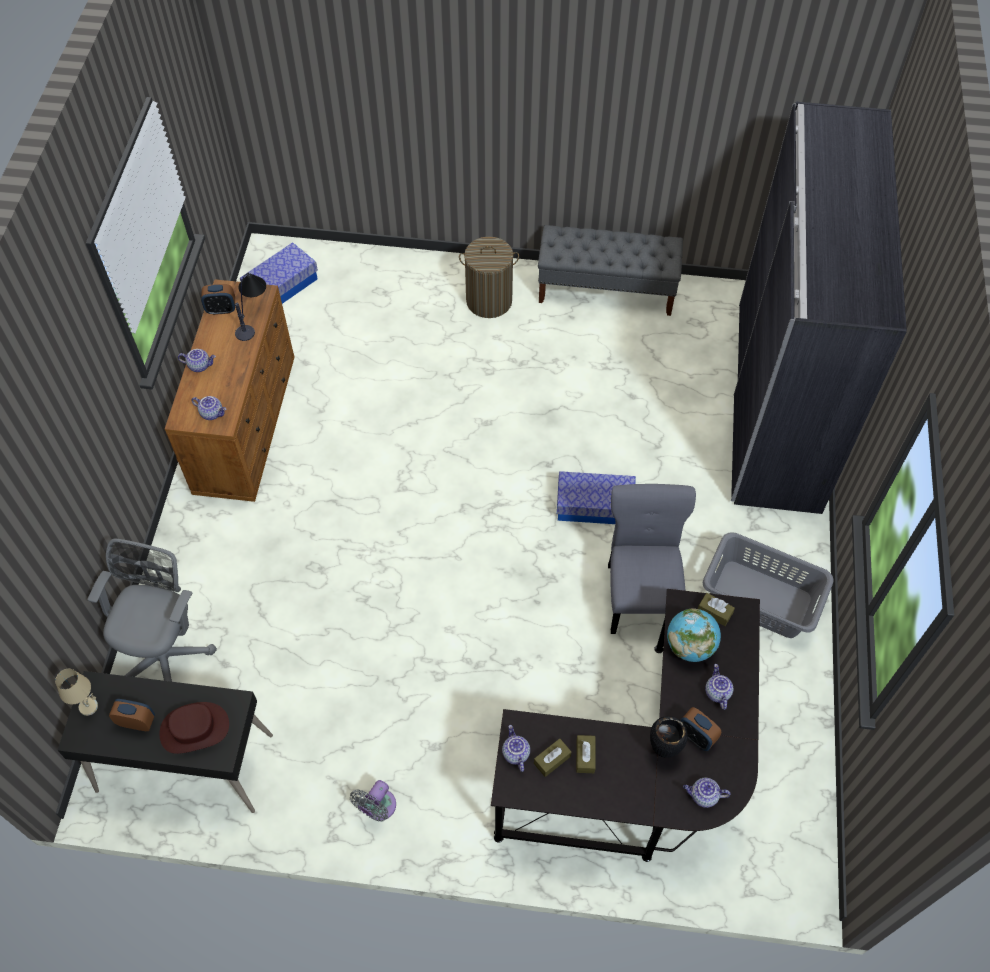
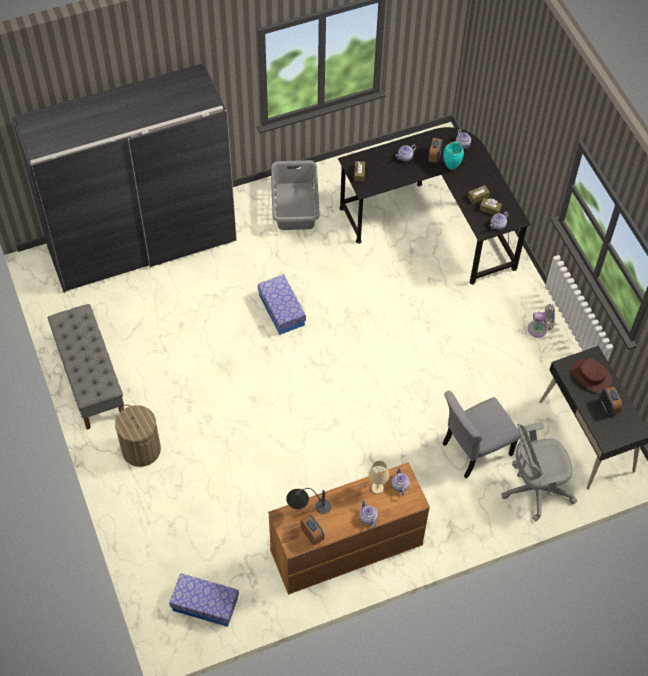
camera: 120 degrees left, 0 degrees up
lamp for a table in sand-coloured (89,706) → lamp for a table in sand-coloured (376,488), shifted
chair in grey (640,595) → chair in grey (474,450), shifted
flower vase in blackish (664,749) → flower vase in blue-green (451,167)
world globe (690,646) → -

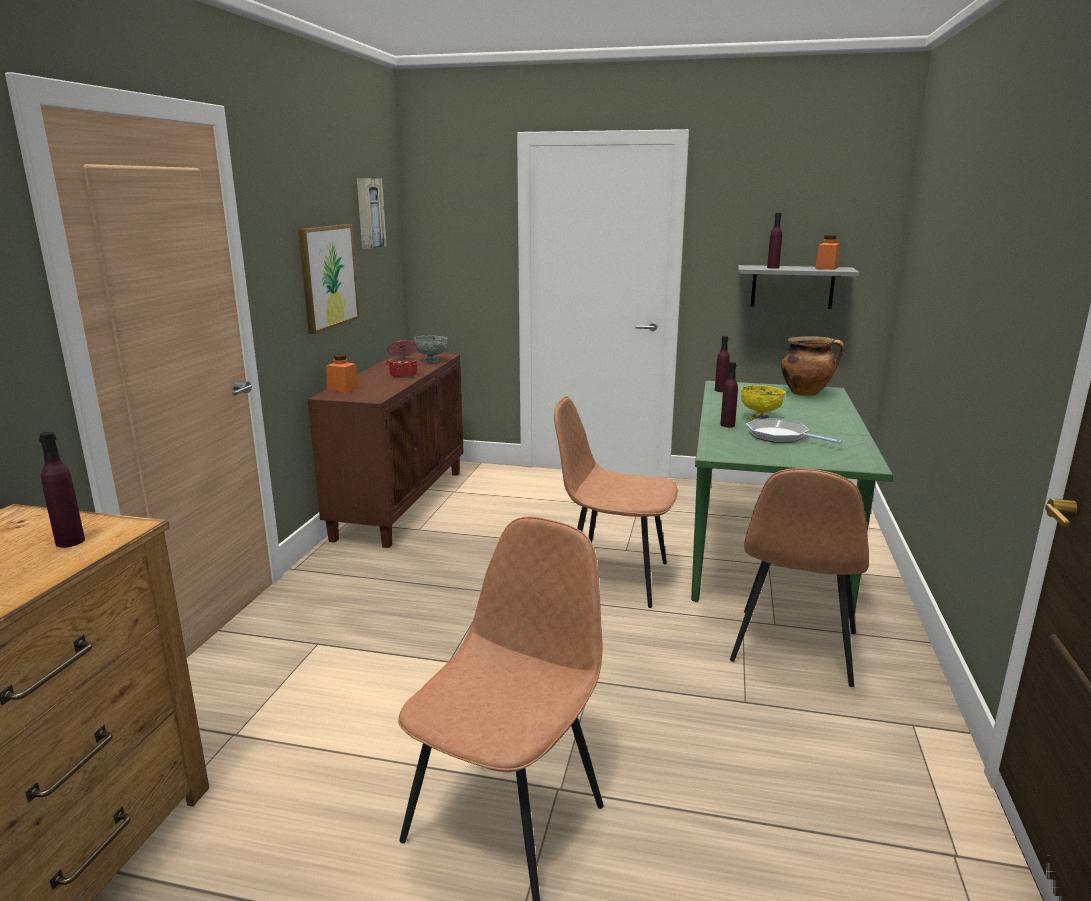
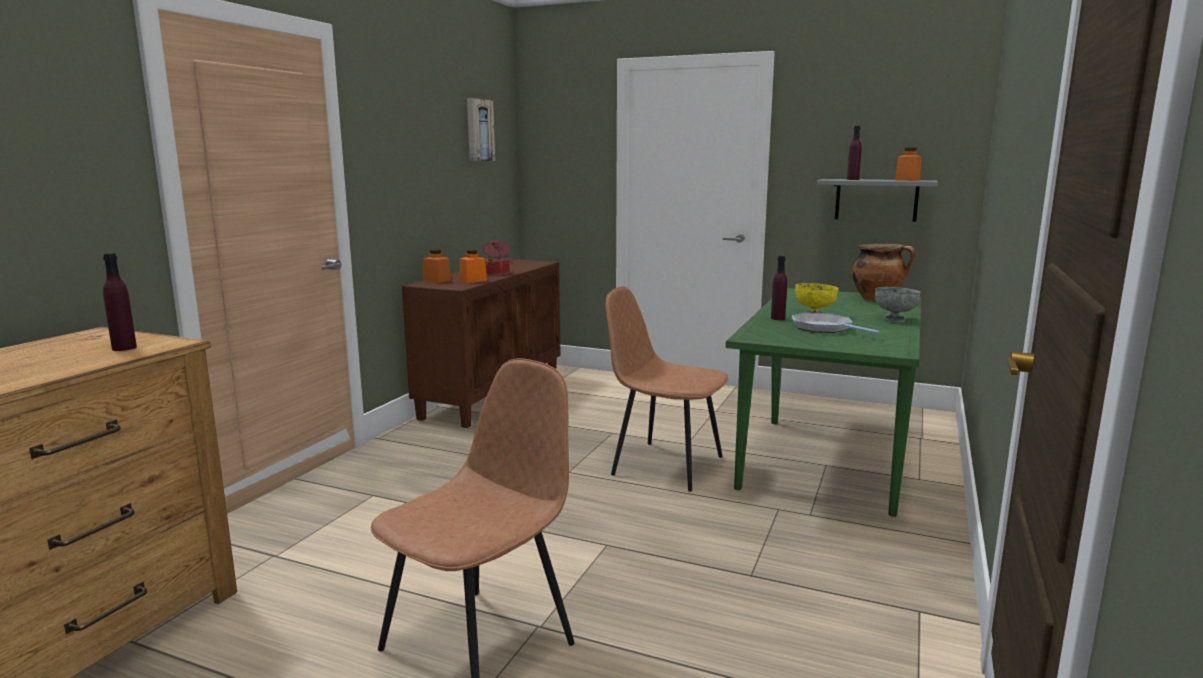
camera: 10 degrees right, 5 degrees down
- → storage jar in orange-coloured (473,281)
bowl in grey (431,361) → bowl in grey (894,320), shifted
wall picture (328,276) → -
beverage bottle in purplish (720,390) → -
chair in brown (793,648) → -

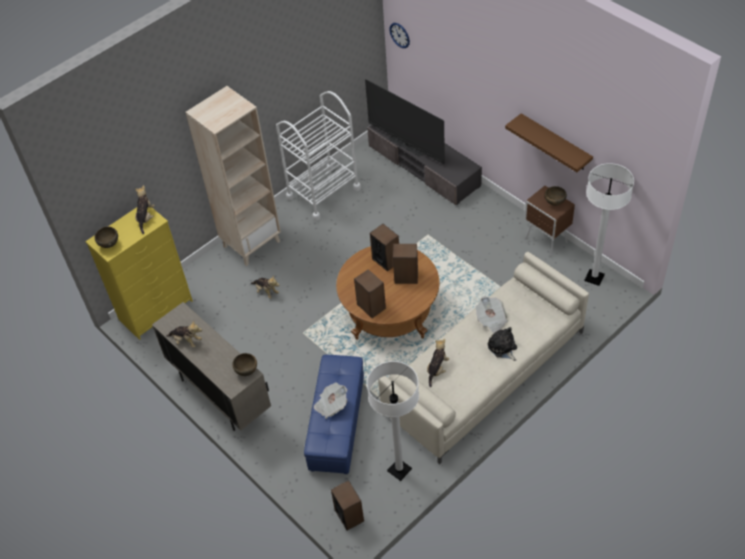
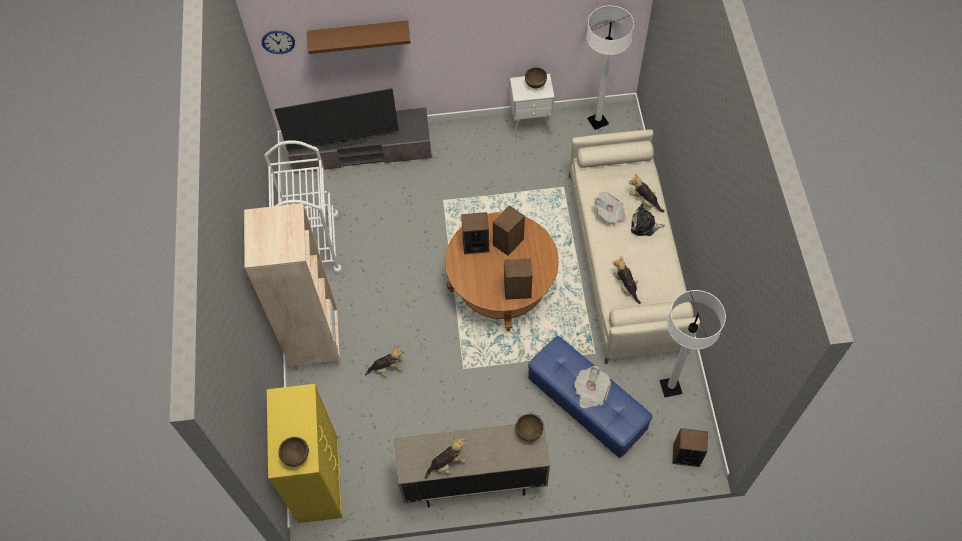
camera: 55 degrees left, 10 degrees up
wall shelf in brown (555,143) → wall shelf in brown (359,34), shifted
nightstand in brown (546,241) → nightstand in white-coloured (531,125)
soft toy (146,218) → soft toy (644,201), shifted

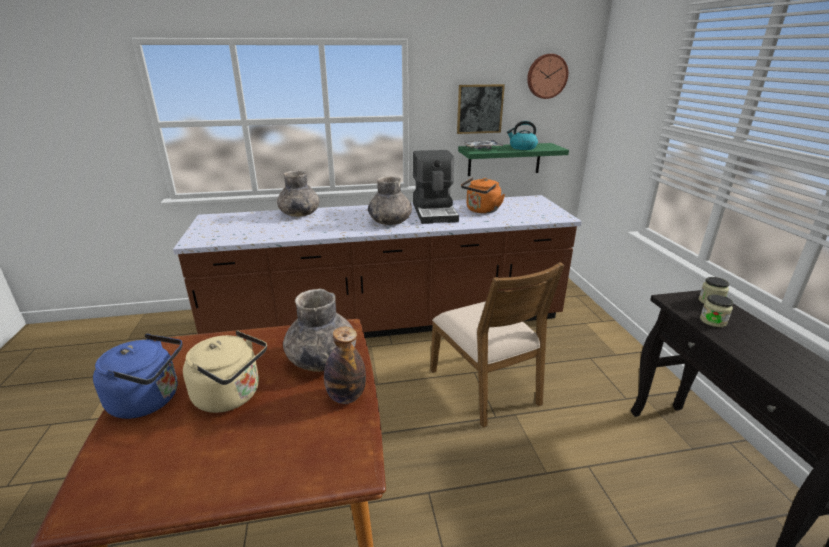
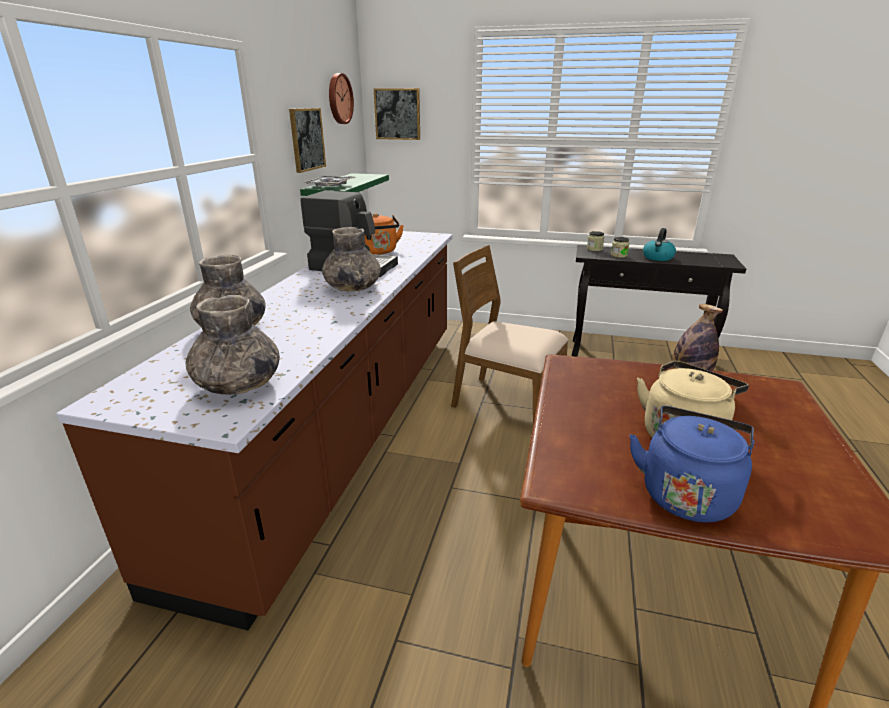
camera: 65 degrees left, 0 degrees up
flower vase in grey (321,359) → flower vase in grey (238,385), shifted
- → wall picture (397,114)
chair in brown (486,386) → chair in brown (506,402), 150 degrees counterclockwise
water kettle (522,148) → water kettle (658,258), shifted

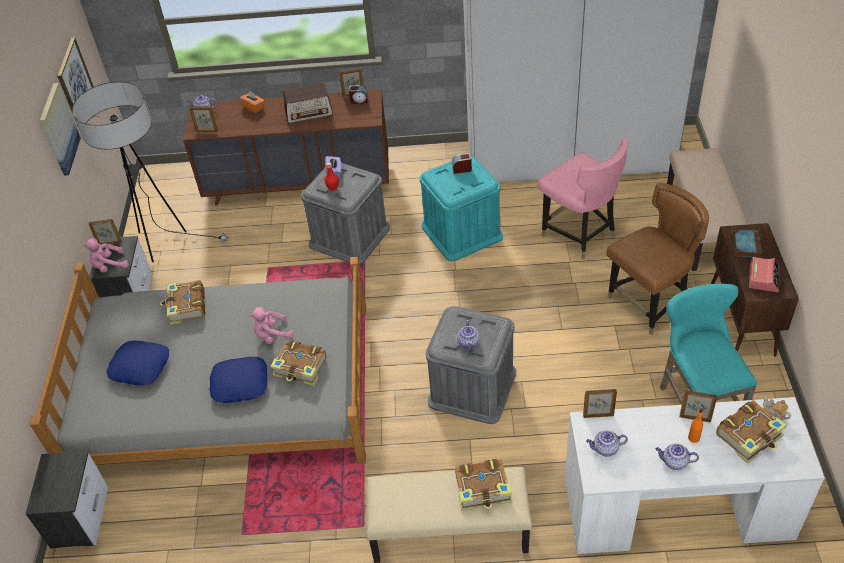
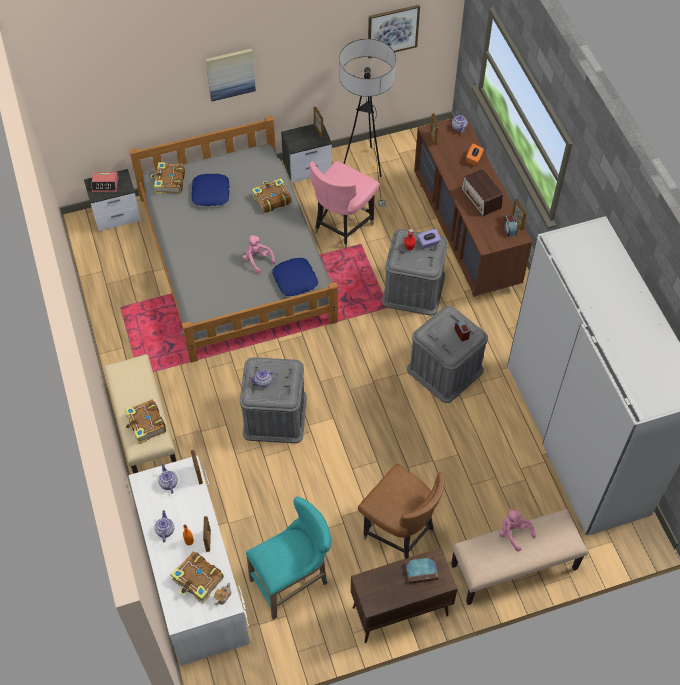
camera: 70 degrees right, 10 degrees up
alarm clock (764,278) → alarm clock (105,184), shifted
volume (301,368) → volume (169,182), shifted
wall picture (58,129) → wall picture (230,74), shifted
pillow in bluish (240,383) → pillow in bluish (295,280), shifted
chair in pinkish (579,234) → chair in pinkish (342,226), shifted
storage box in blue-green (461,231) → storage box in grey (445,369)
soft toy in pinkish (109,266) → soft toy in pinkish (513,533), shifted

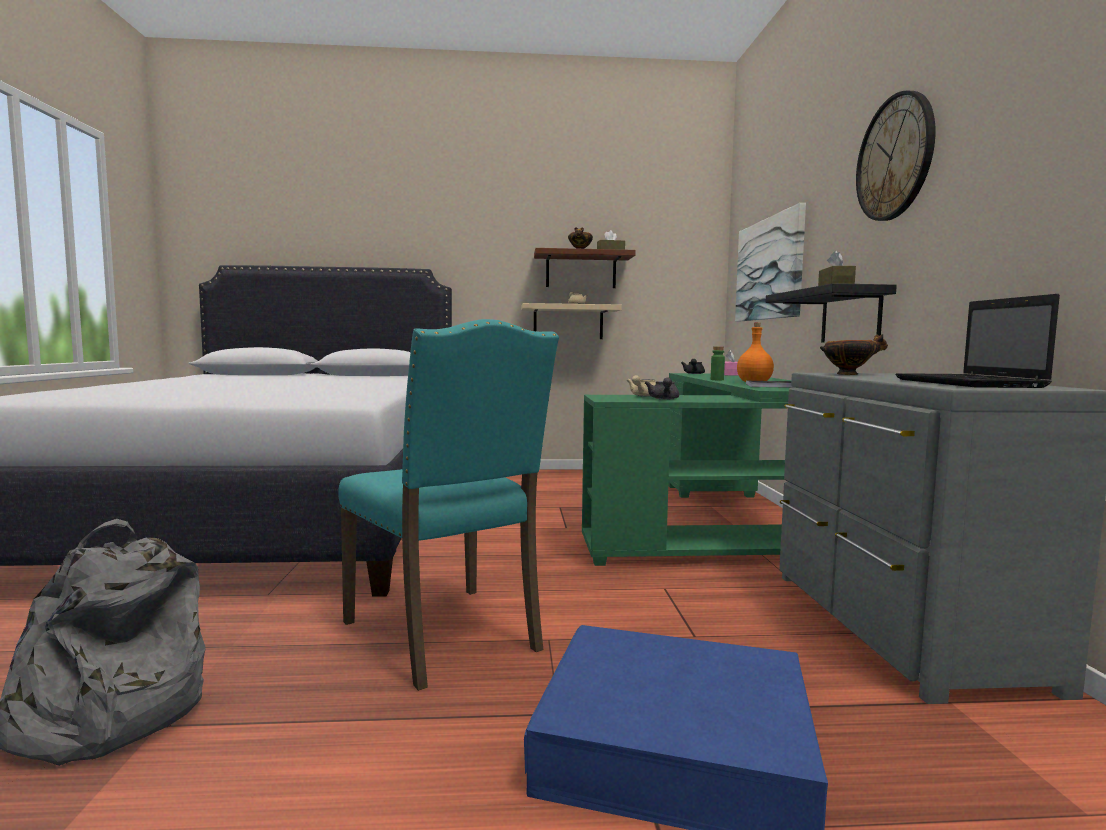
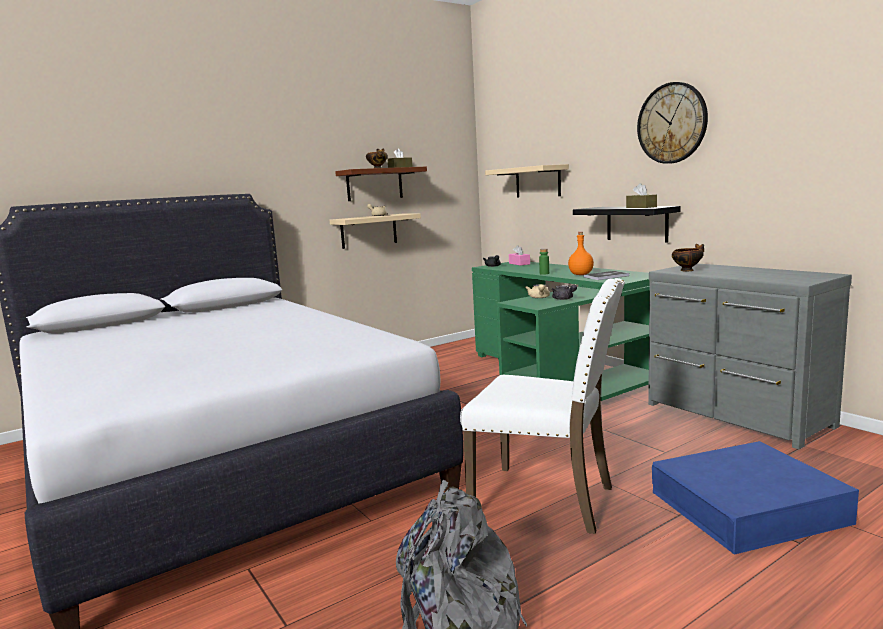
camera: 30 degrees left, 5 degrees up
chair in blue-green (446,636) → chair in white-coloured (547,500)
wall picture (769,269) → wall shelf in sand-coloured (538,181)
laptop (970,383) → -

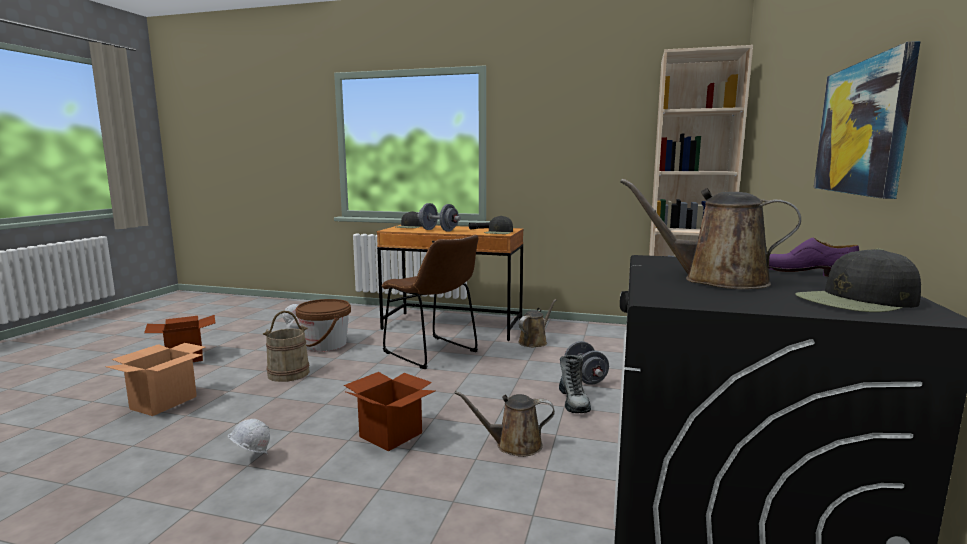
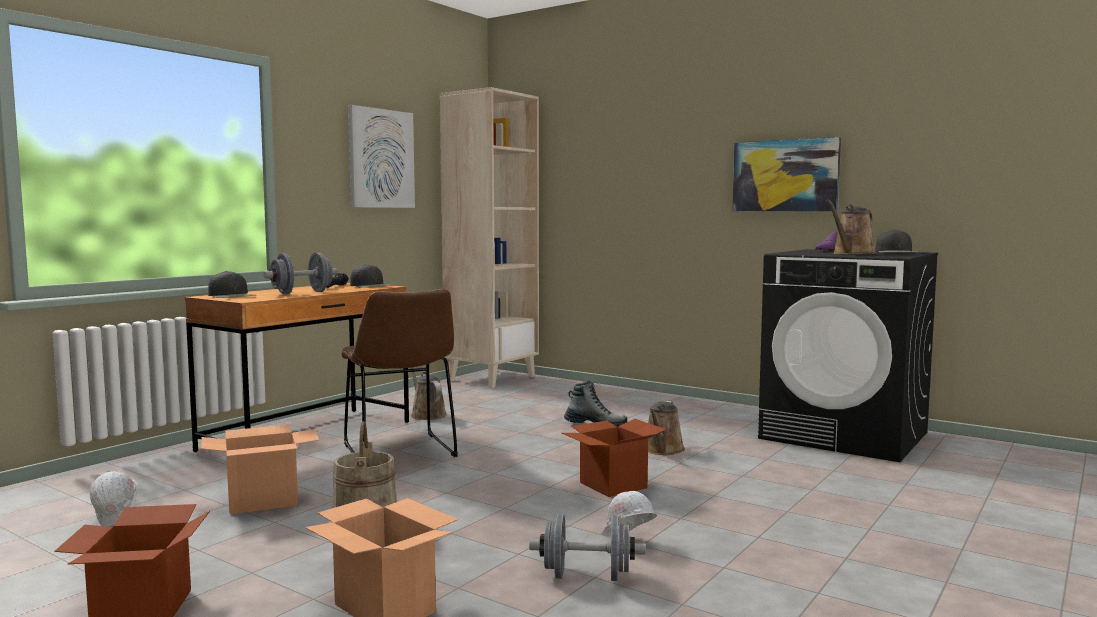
camera: 70 degrees left, 5 degrees down
bucket in brown (325,345) → packing box (263,502)
chair in brown (433,353) → chair in brown (401,453), 90 degrees clockwise
- → wall picture (381,158)
dumbbell in grey (585,378) → dumbbell in grey (587,576), shifted

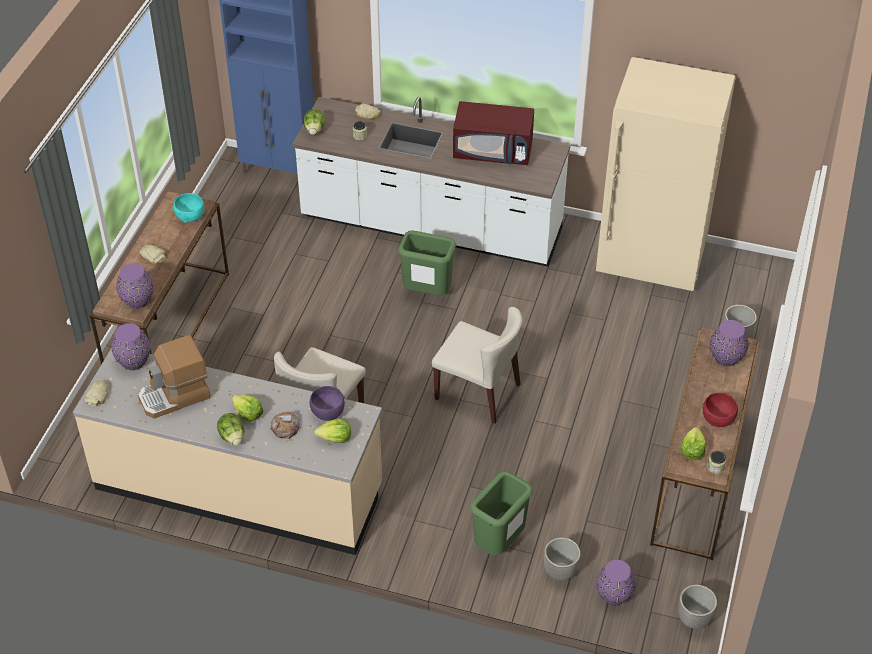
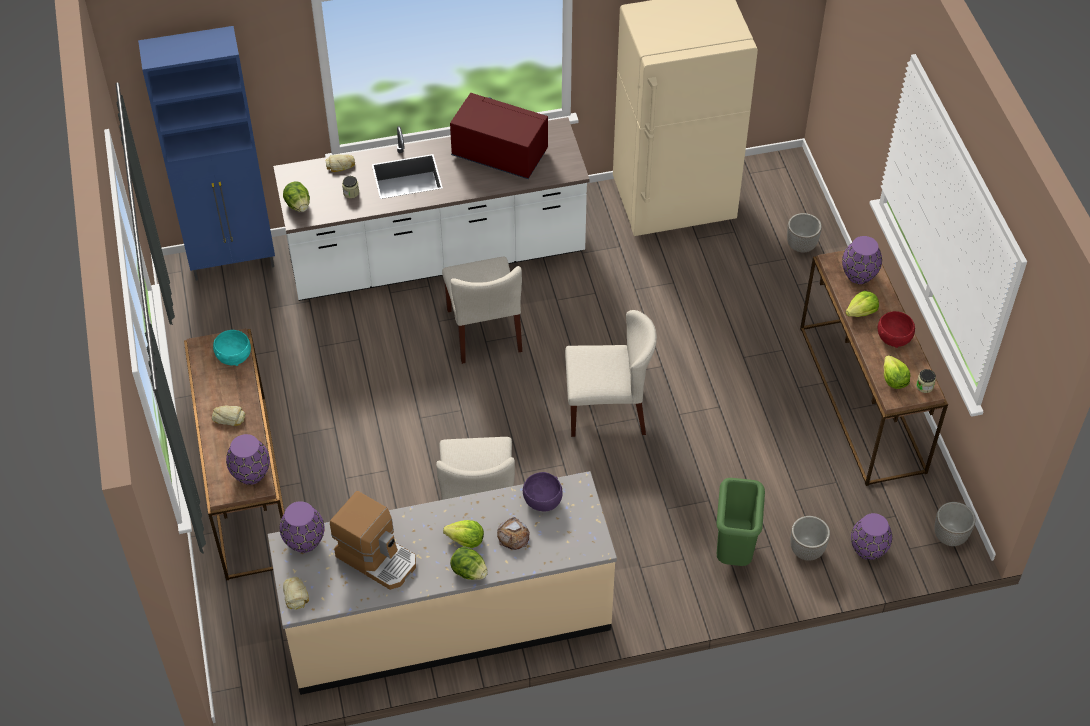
camera: 30 degrees left, 5 degrees up
coffee machine (175,396) → coffee machine (377,557), 90 degrees counterclockwise
waste bin in greenish (426,294) → chair in sand-coloured (484,331)
microwave oven in red-coloured (493,151) → microwave oven in red-coloured (498,154), 135 degrees counterclockwise
head of lettuce (335,438) → head of lettuce (861,312), shifted

